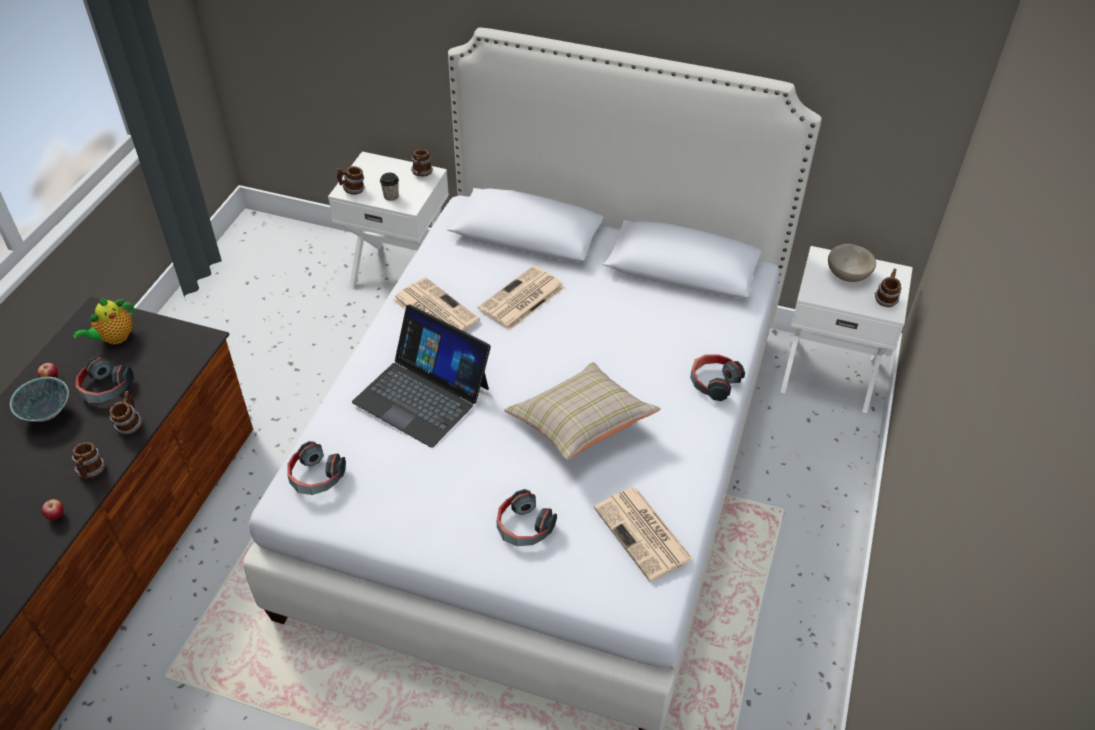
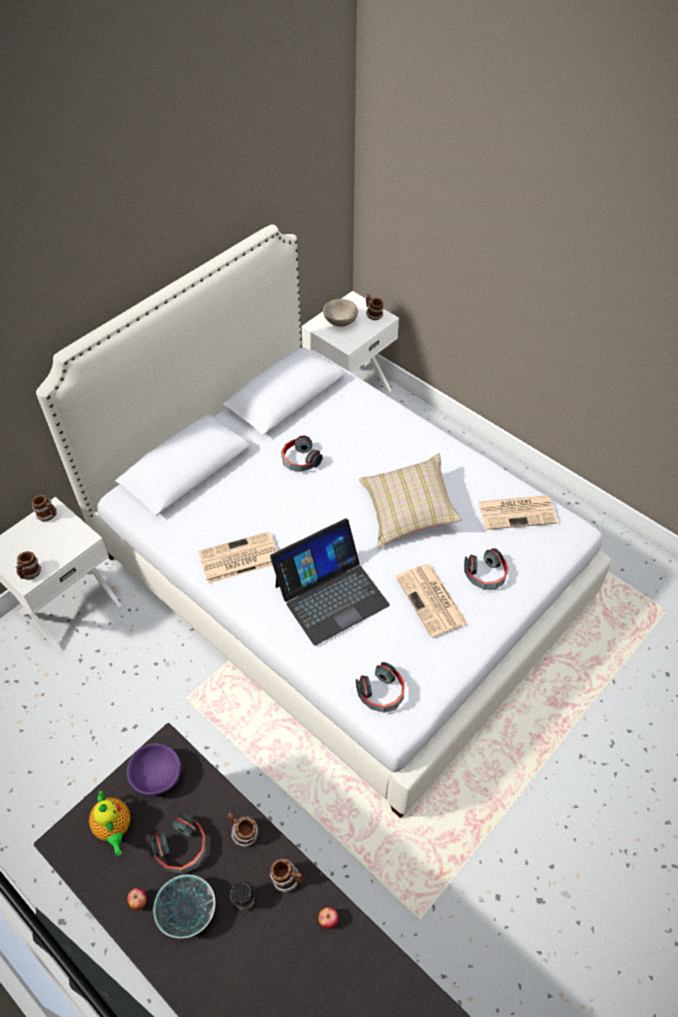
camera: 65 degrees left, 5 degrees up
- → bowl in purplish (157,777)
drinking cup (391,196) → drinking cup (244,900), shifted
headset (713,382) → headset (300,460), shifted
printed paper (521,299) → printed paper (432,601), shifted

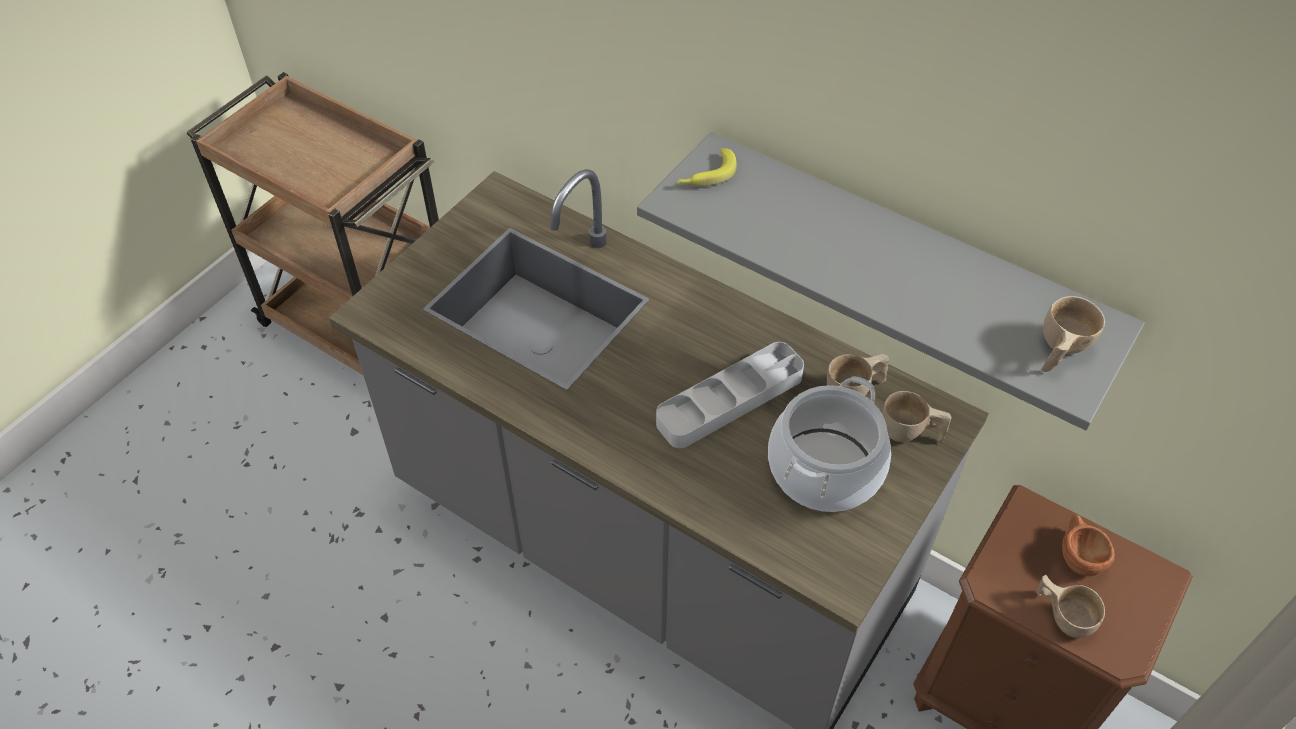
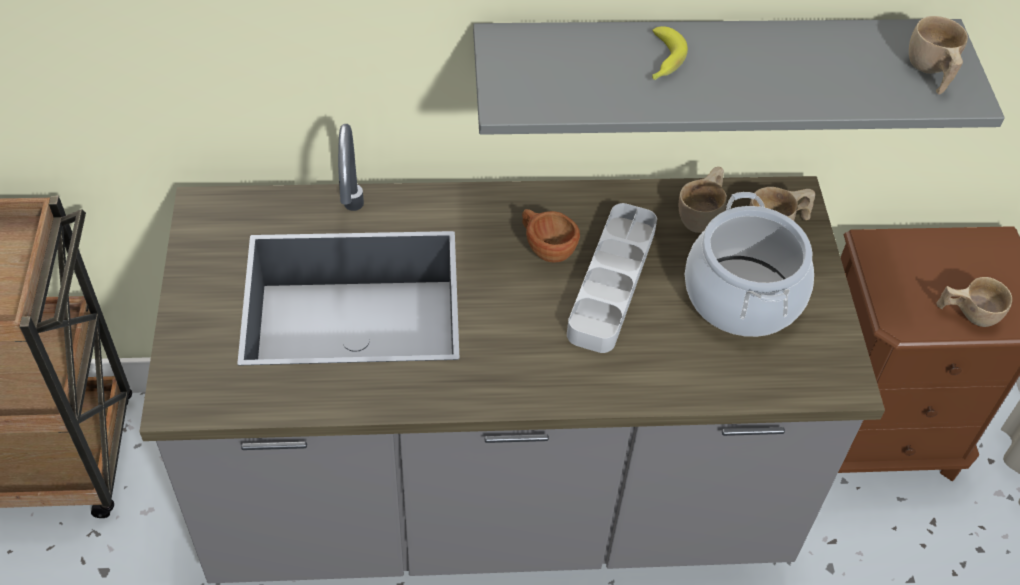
camera: 40 degrees left, 0 degrees up
drinking cup in brown (1077,555) → drinking cup in brown (545,247), shifted
banana fruit (706,176) → banana fruit (662,62), shifted

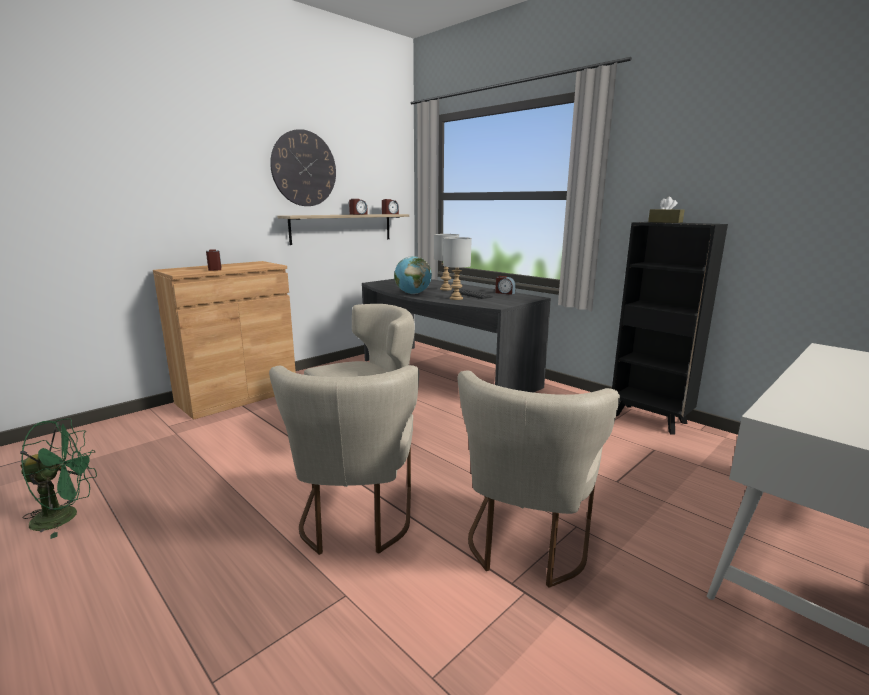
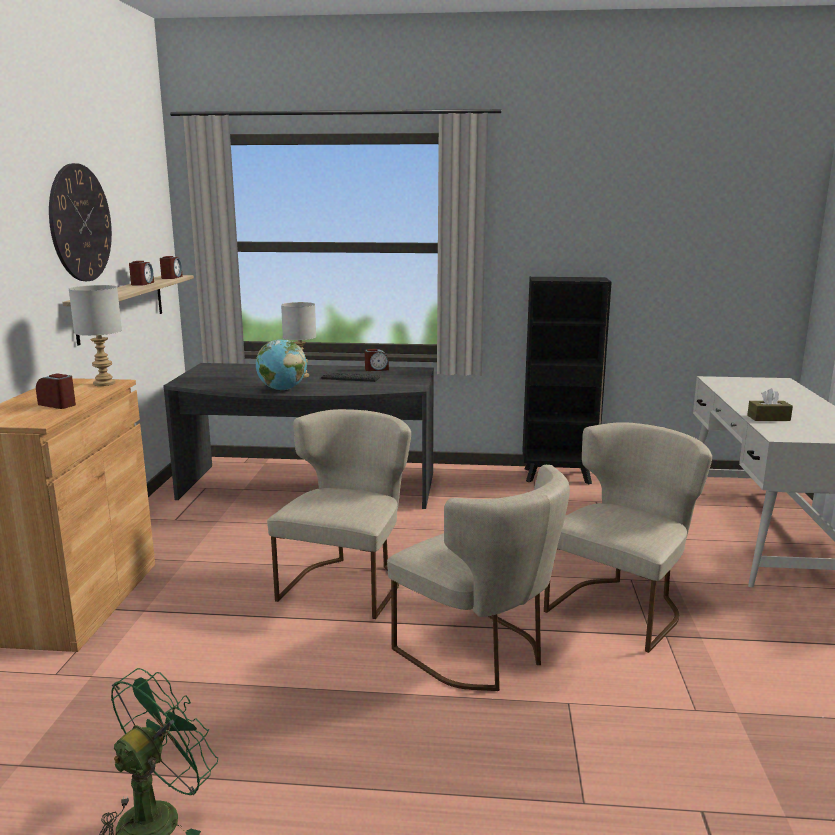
camera: 40 degrees left, 0 degrees up
lamp for a table in grey (455,298) → lamp for a table in grey (103,383), shifted
chair in sand-coloured (526,545) → chair in sand-coloured (621,607), 120 degrees counterclockwise
tissue box in brown (665,222) → tissue box in brown (768,418), shifted

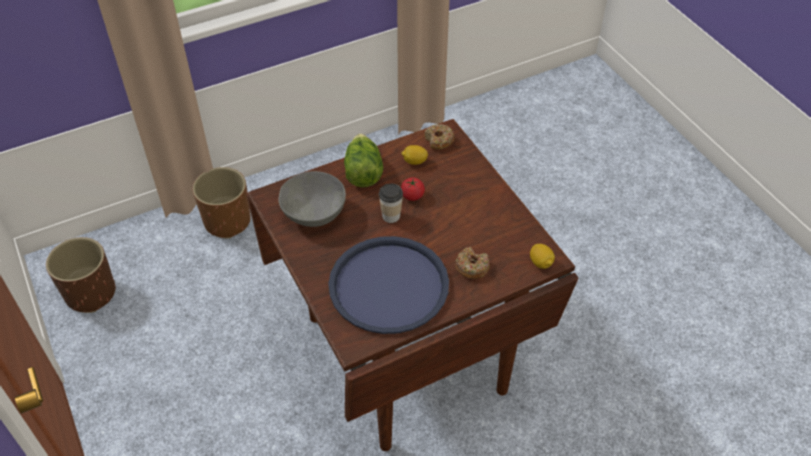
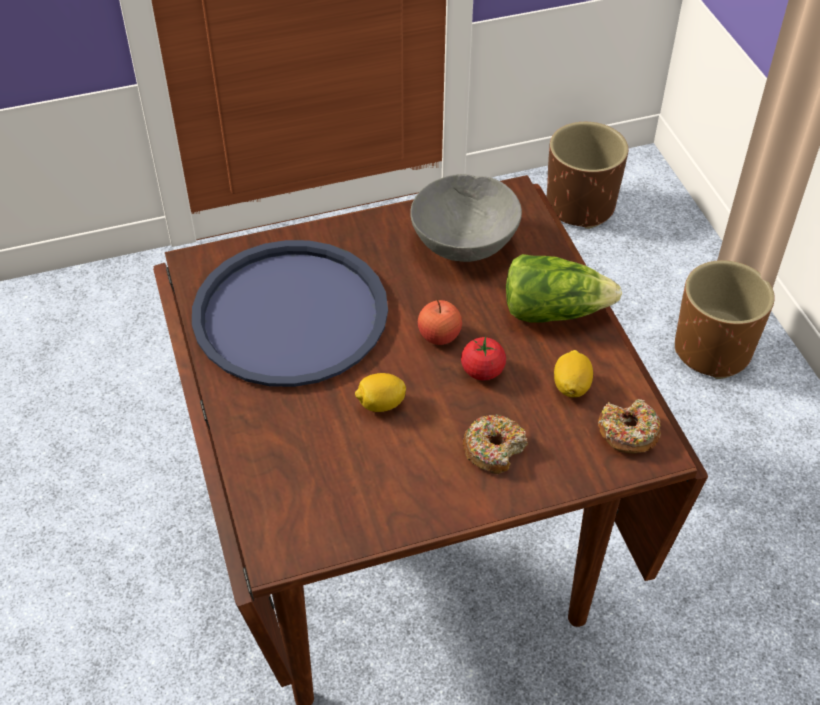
camera: 100 degrees right, 0 degrees up
whole lemon (540,263) → whole lemon (380,404), shifted
drinking cup (391,216) → apple (439,335)
ring doughnut (471,267) → ring doughnut (494,449), shifted

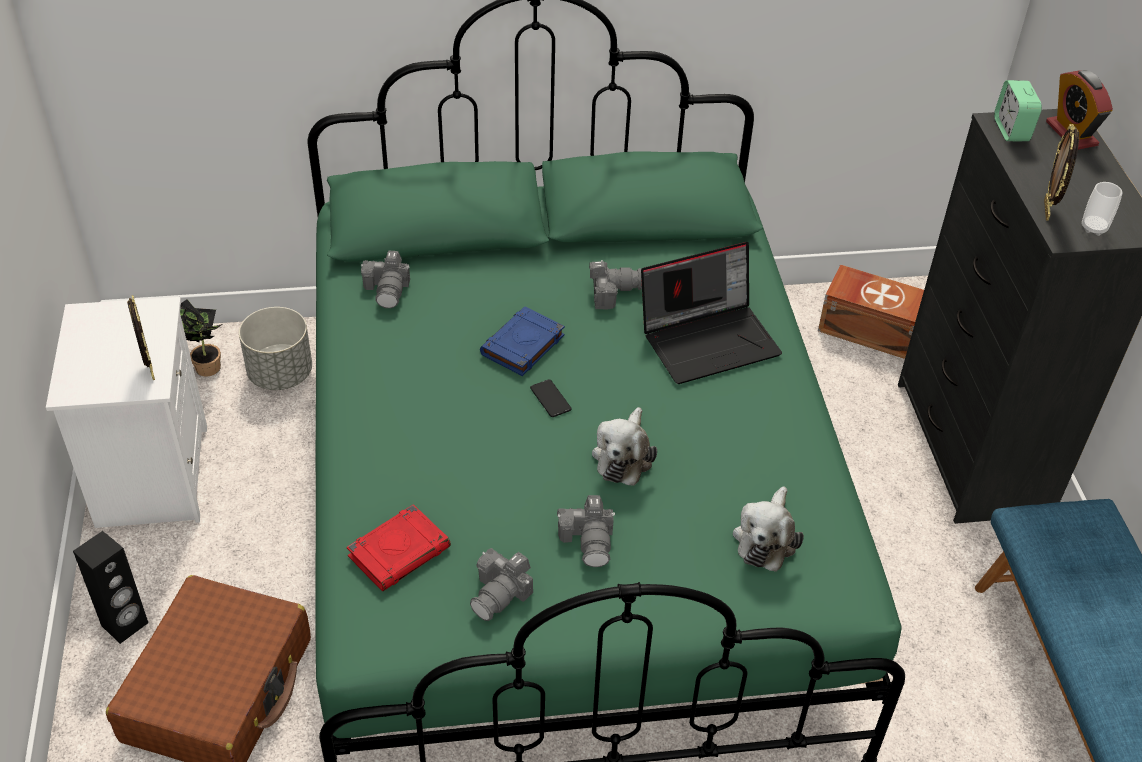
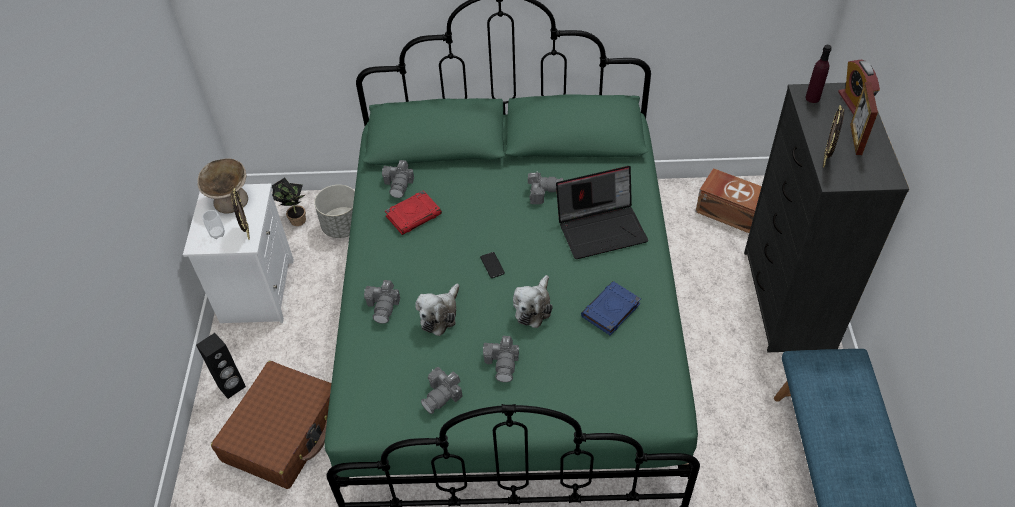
camera: 10 degrees right, 5 degrees up
- → bowl in sand-coloured (231,201)
drinking cup (1094,228) → drinking cup (217,233), shifted
- → photo camera (384,306)
volume in red-coloured (399,551) → volume in red-coloured (414,215), shifted
soft toy (766,538) → soft toy (440,315), shifted
volume in bluish (522,346) → volume in bluish (610,311), shifted
alarm clock (1011,130) → beverage bottle in purplish (812,98)
- → standing frame (856,139)

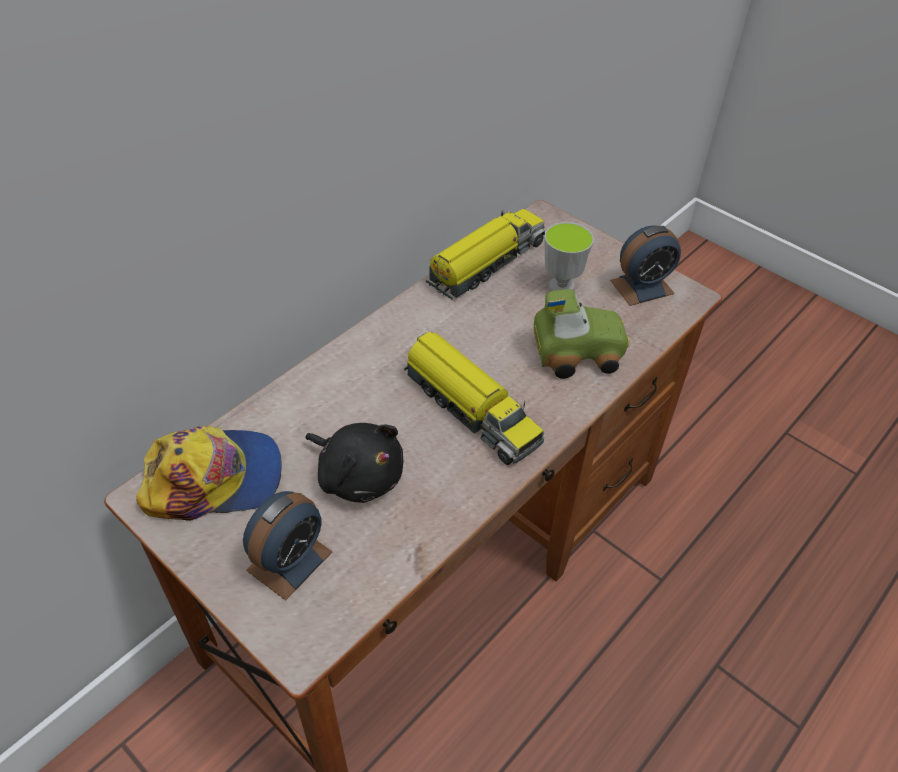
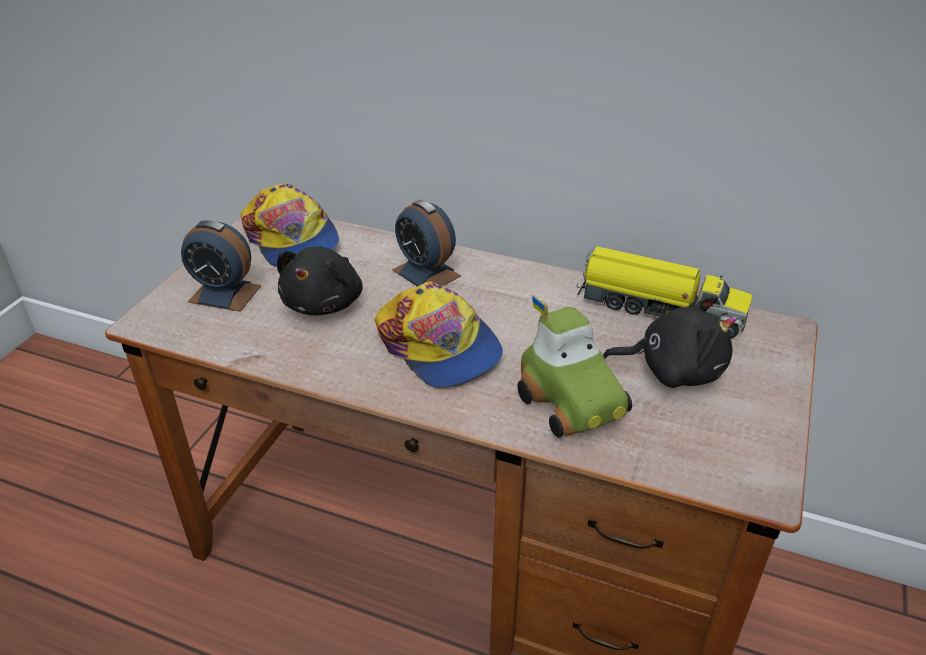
camera: 70 degrees right, 10 degrees down
model truck (470,408) → peaked cap (439,346)
alarm clock (642,287) → alarm clock (426,273), shifted
drinking cup (561,286) → soft toy in blackish (673,369)

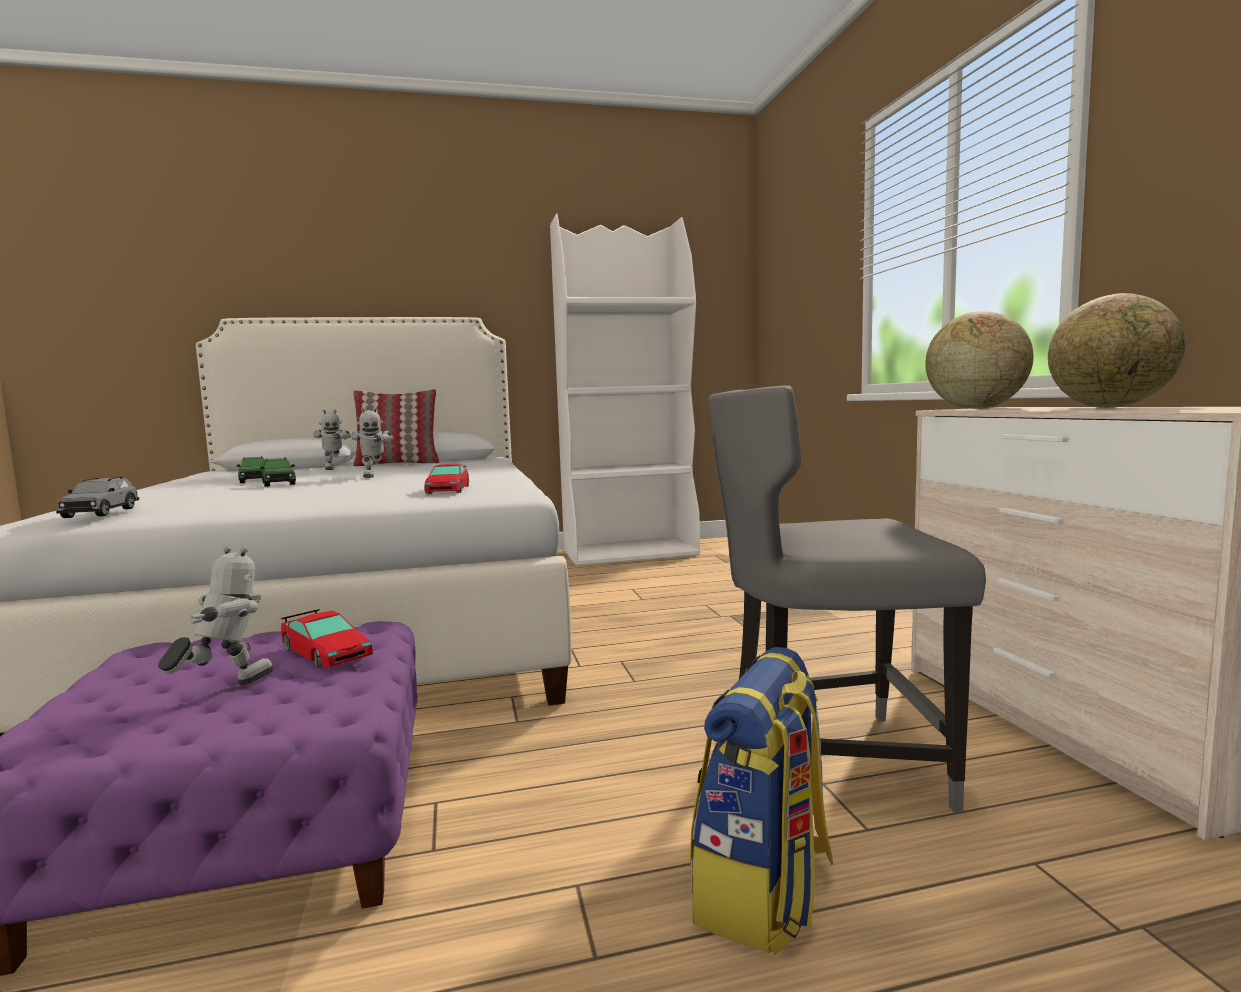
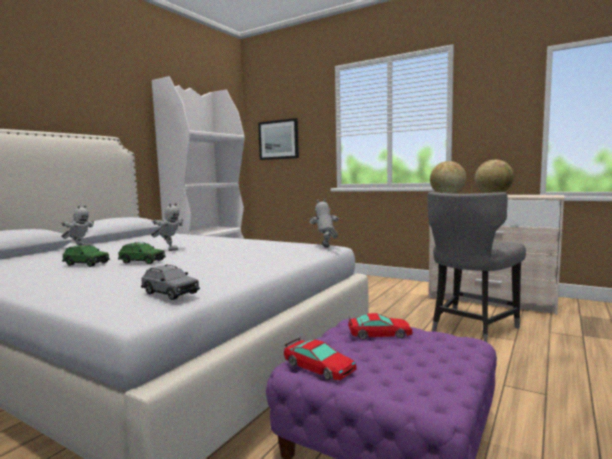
camera: 45 degrees left, 0 degrees up
- → wall picture (278,139)
toy car (447,490) → toy car (318,367), shifted
robot figure (226,687) → robot figure (326,248), shifted
pillow (397,464) → -
backpack (764,893) → -

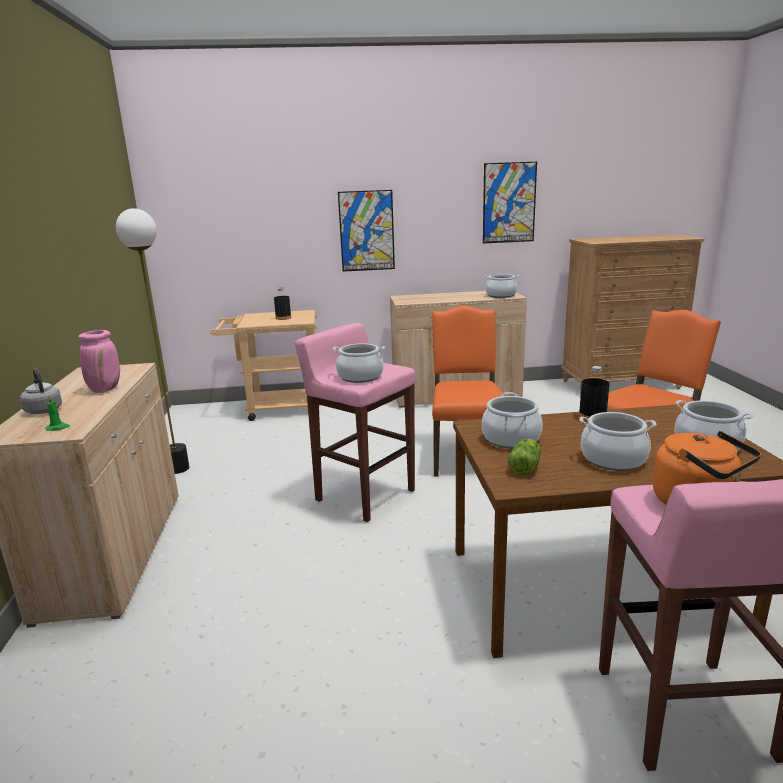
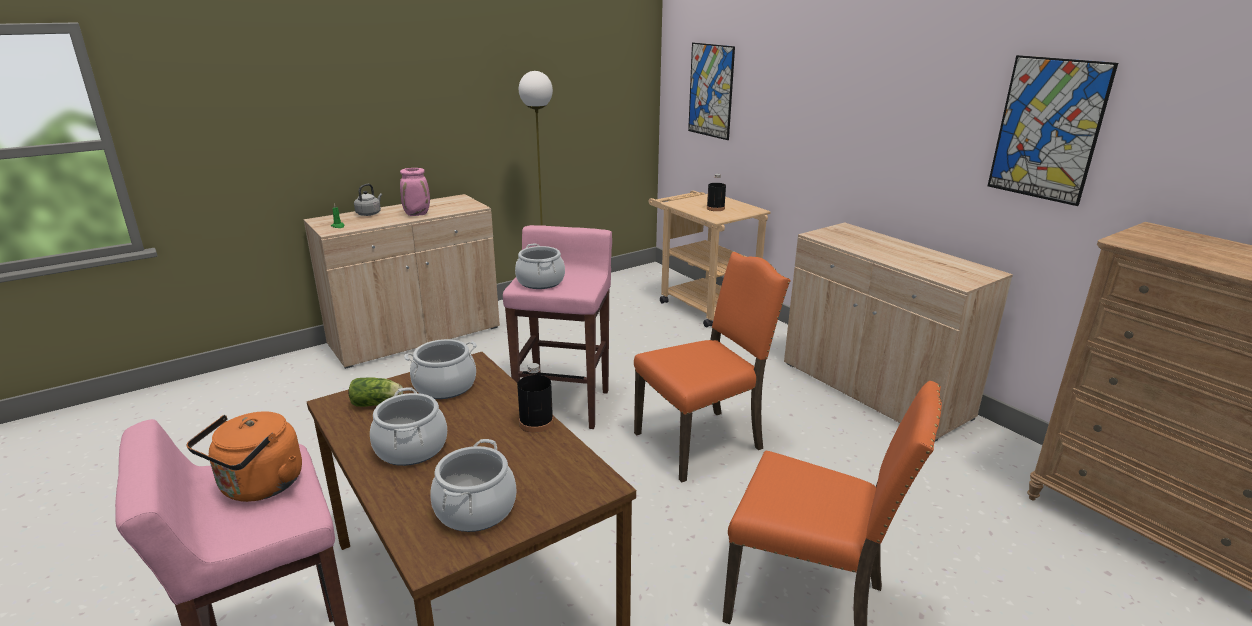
camera: 60 degrees right, 5 degrees up
wall picture (366,231) → wall picture (711,91), shifted
cooking pot (501,295) → -

